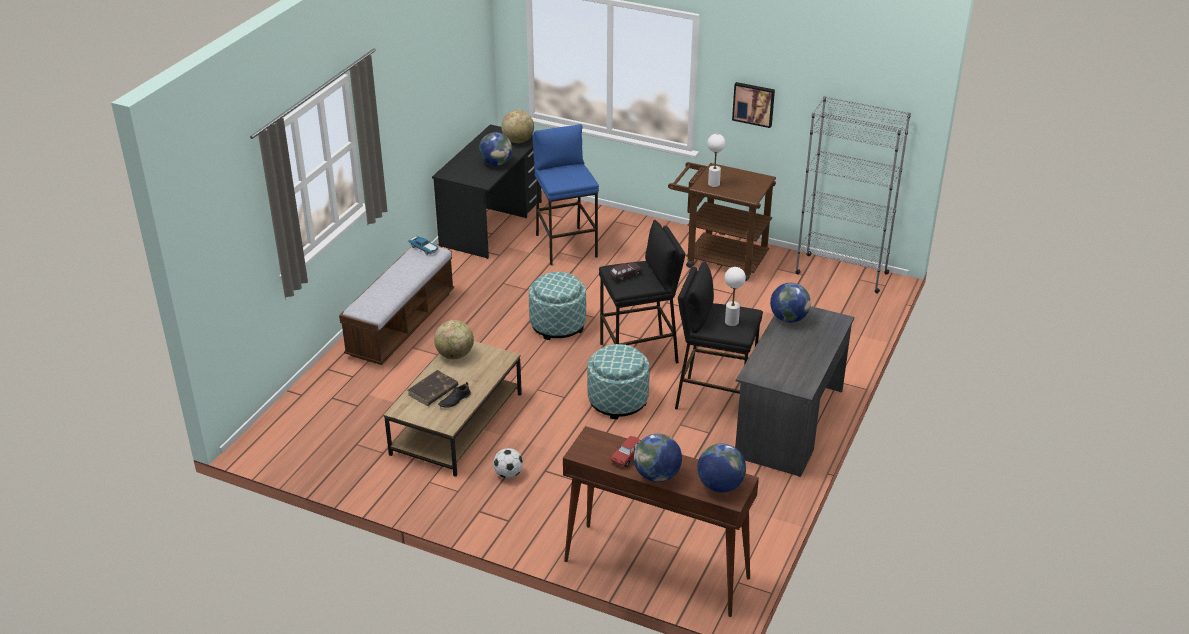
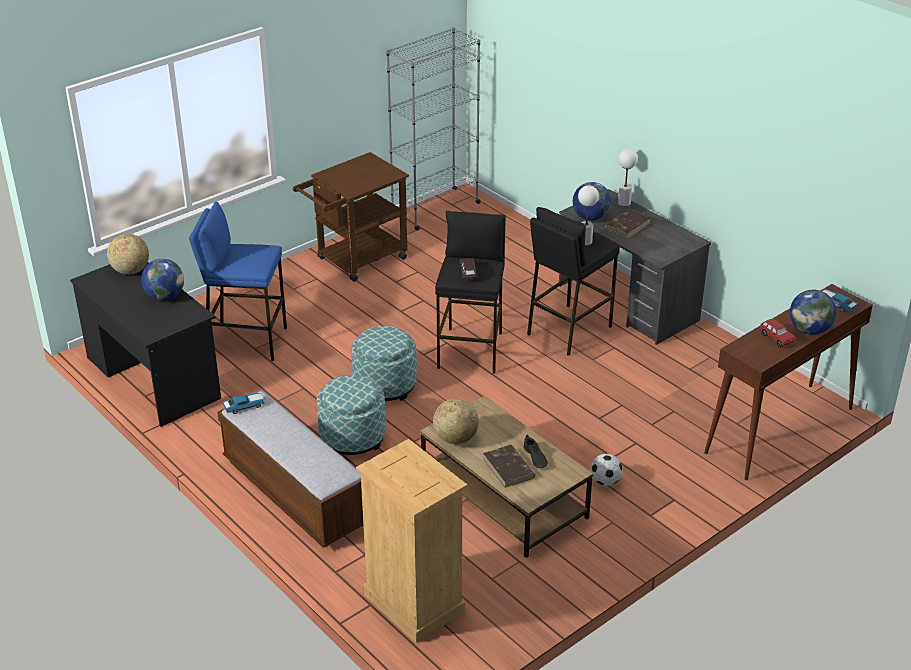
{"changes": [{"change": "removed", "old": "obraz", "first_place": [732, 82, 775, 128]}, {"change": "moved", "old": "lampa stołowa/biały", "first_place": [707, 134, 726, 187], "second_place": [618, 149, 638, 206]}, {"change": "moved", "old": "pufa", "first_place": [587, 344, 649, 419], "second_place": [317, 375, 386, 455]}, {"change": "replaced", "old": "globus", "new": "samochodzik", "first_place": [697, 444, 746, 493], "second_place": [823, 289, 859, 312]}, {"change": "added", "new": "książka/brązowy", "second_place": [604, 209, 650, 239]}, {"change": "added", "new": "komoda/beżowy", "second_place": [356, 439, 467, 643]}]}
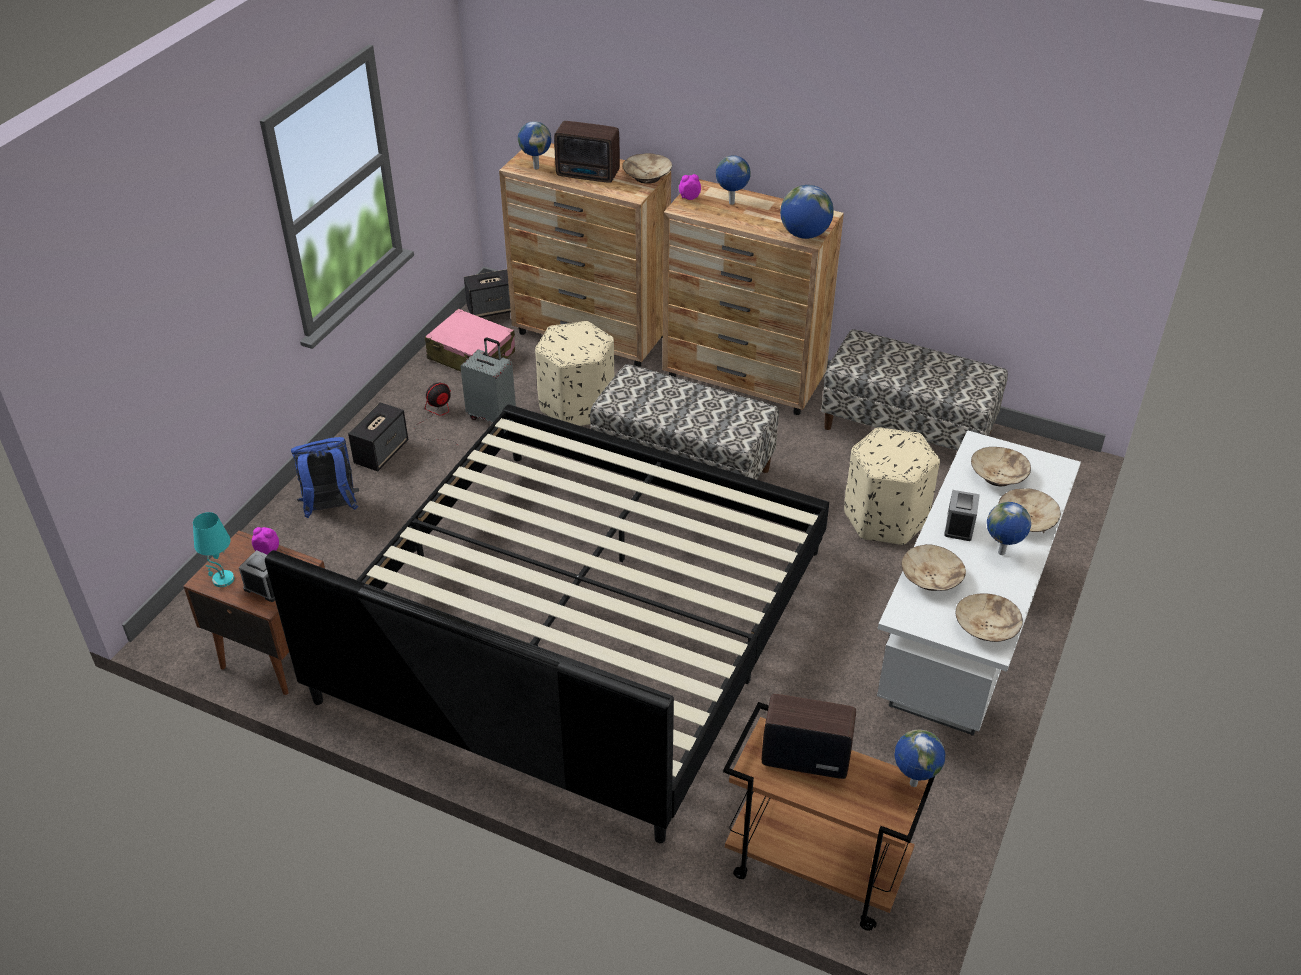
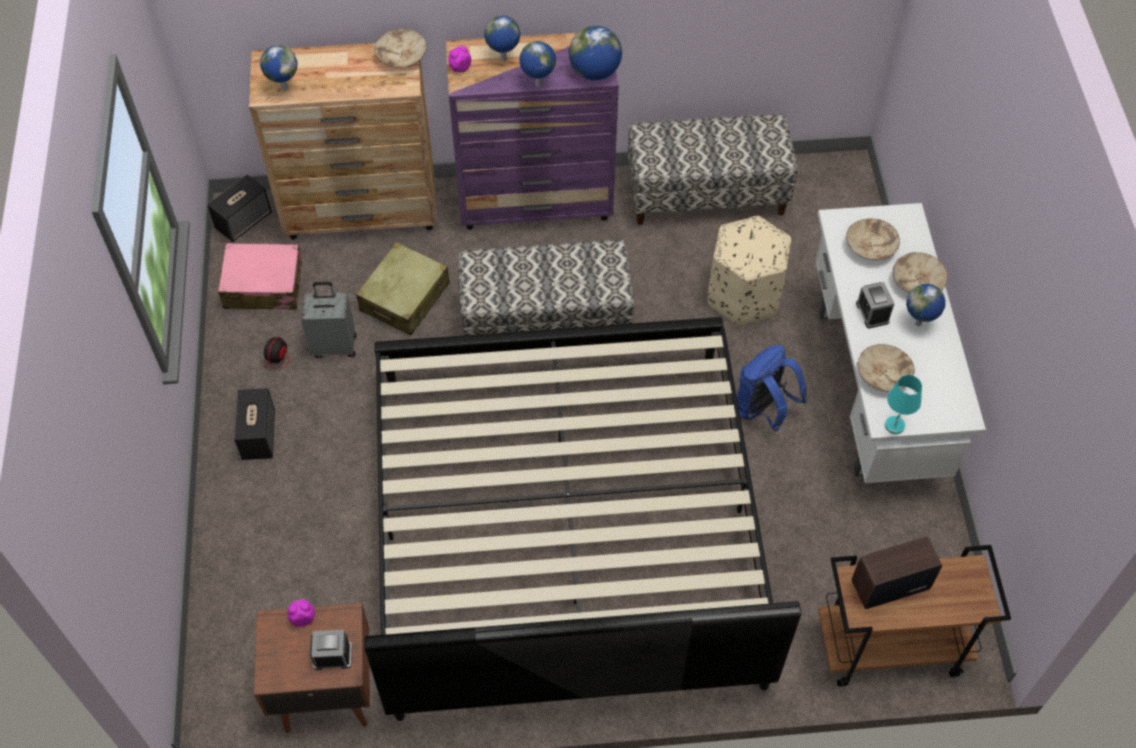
{"changes": [{"change": "removed", "old": "radio", "first_place": [554, 121, 620, 183]}, {"change": "recoloured", "old": "komoda/brązowy", "new": "komoda/fioletowy", "first_place": [662, 179, 844, 415], "second_place": [446, 33, 619, 230]}, {"change": "replaced", "old": "pufa/beżowy", "new": "walizka/beżowy", "first_place": [535, 321, 615, 426], "second_place": [356, 242, 450, 335]}, {"change": "moved", "old": "plecak/niebieski", "first_place": [291, 437, 359, 518], "second_place": [737, 345, 807, 431]}, {"change": "moved", "old": "lampa stołowa/turkusowy", "first_place": [193, 512, 234, 587], "second_place": [885, 375, 922, 434]}, {"change": "removed", "old": "miska/beżowy", "first_place": [955, 594, 1023, 642]}, {"change": "moved", "old": "globus", "first_place": [894, 729, 945, 787], "second_place": [519, 41, 556, 87]}]}
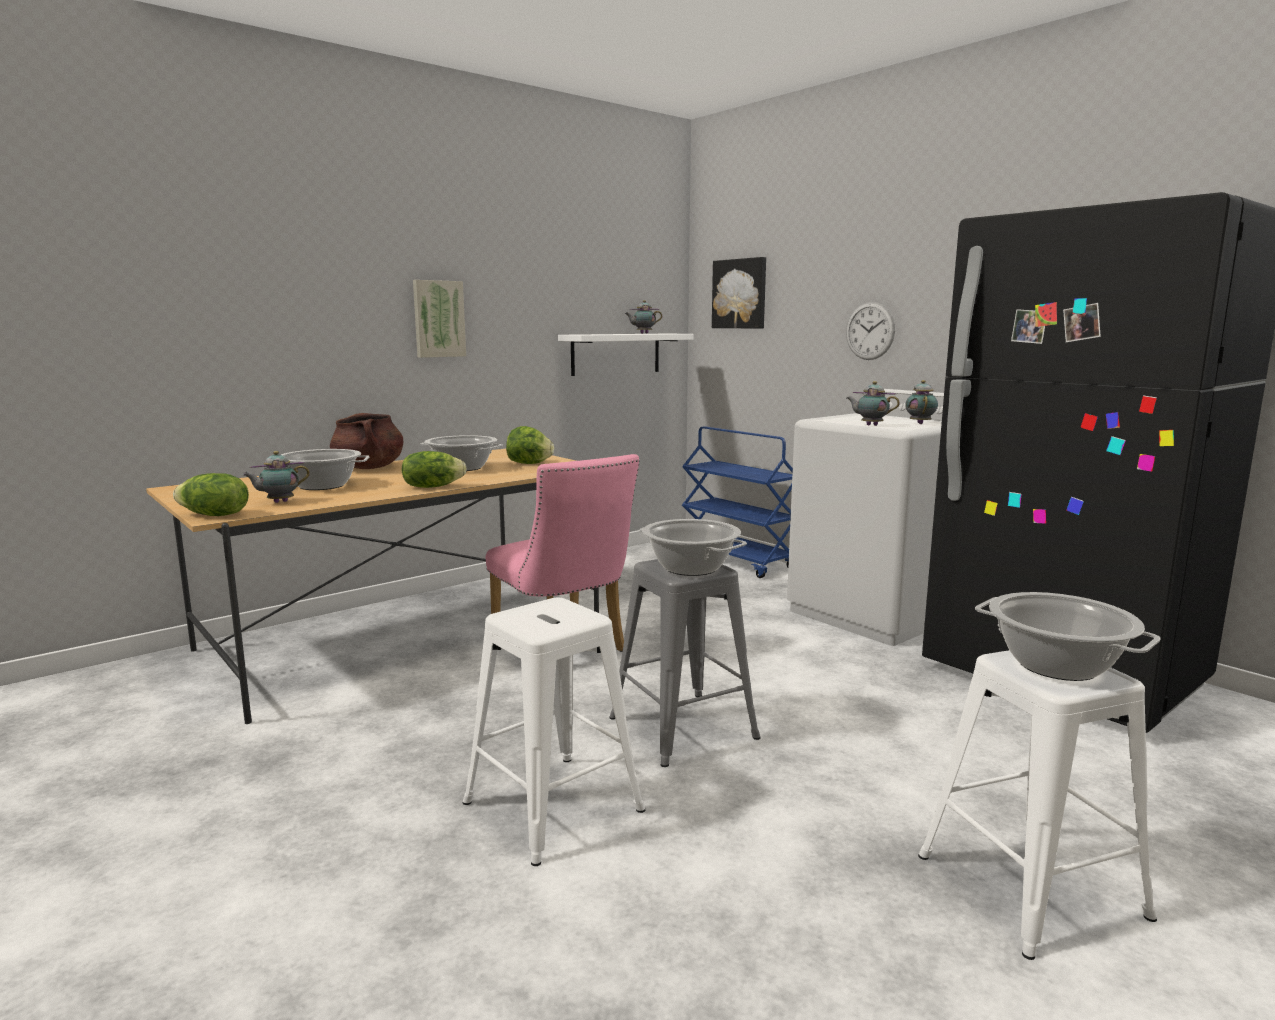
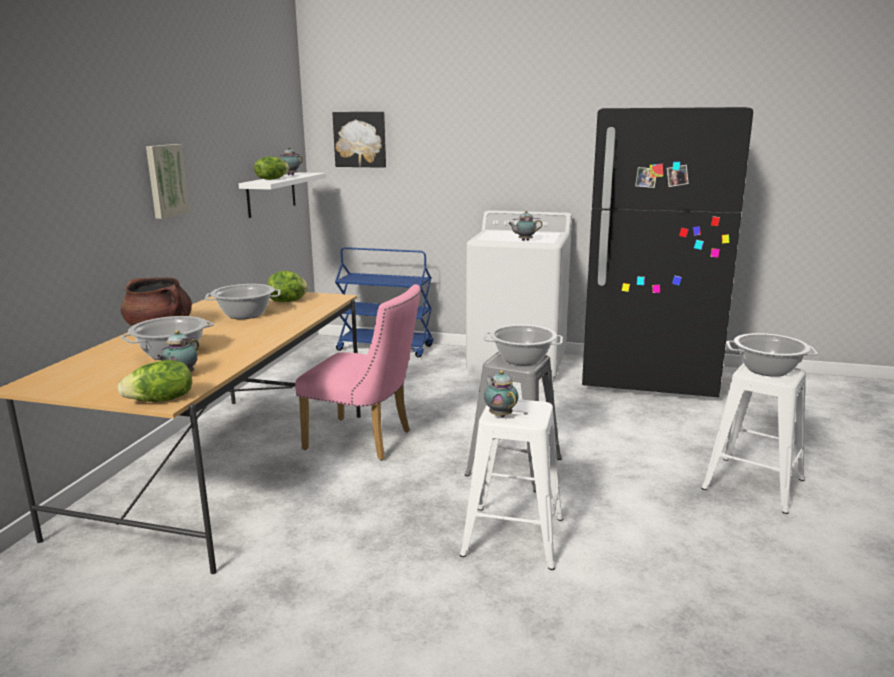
{"changes": [{"change": "removed", "old": "zegar ścienny", "first_place": [846, 302, 895, 360]}, {"change": "moved", "old": "imbryk", "first_place": [905, 380, 938, 424], "second_place": [484, 370, 518, 417]}, {"change": "moved", "old": "sałata", "first_place": [401, 451, 467, 488], "second_place": [254, 156, 289, 180]}]}
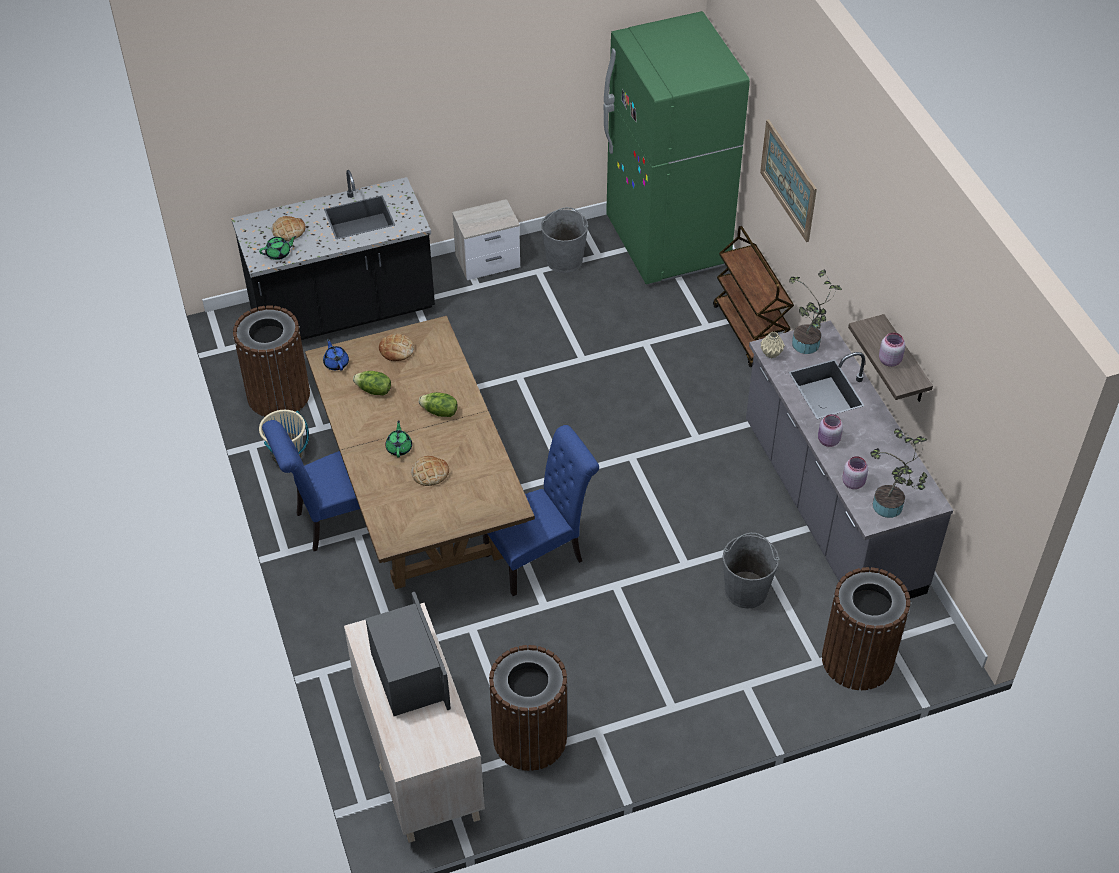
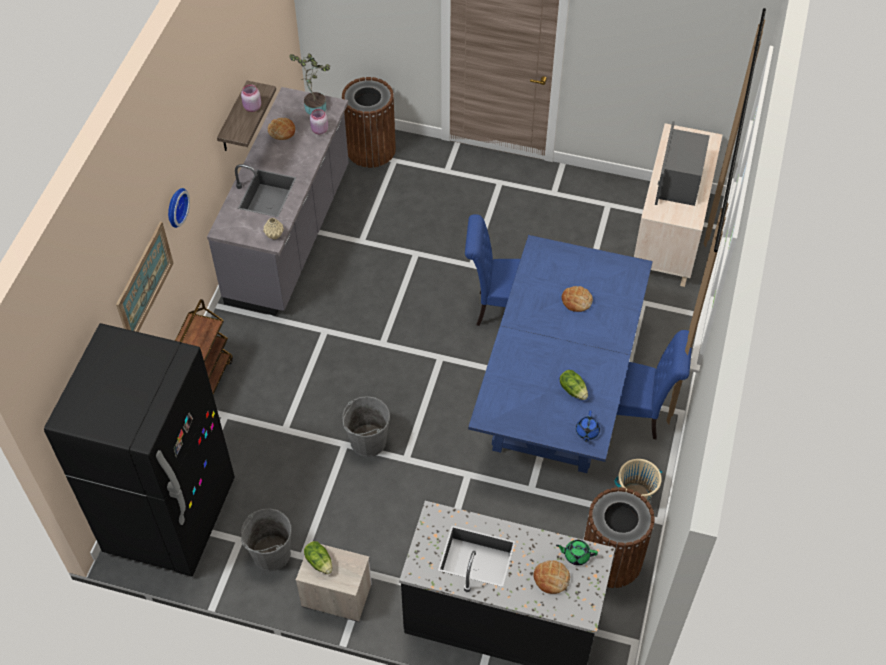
{"changes": [{"change": "recoloured", "old": "lodówka/zielony", "new": "lodówka/czarny", "first_place": [603, 11, 750, 284], "second_place": [44, 323, 235, 576]}, {"change": "removed", "old": "roślina doniczkowa", "first_place": [789, 269, 842, 354]}, {"change": "recoloured", "old": "stół jadalny/brązowy", "new": "stół jadalny/niebieski", "first_place": [305, 316, 535, 589], "second_place": [468, 235, 653, 473]}, {"change": "moved", "old": "chleb", "first_place": [379, 334, 414, 361], "second_place": [268, 118, 295, 140]}, {"change": "moved", "old": "sałata", "first_place": [419, 392, 458, 417], "second_place": [304, 541, 333, 574]}, {"change": "removed", "old": "słoik/różowy", "first_place": [818, 414, 843, 447]}, {"change": "removed", "old": "imbryk/zielony", "first_place": [385, 420, 412, 457]}, {"change": "moved", "old": "wiadro/szary", "first_place": [723, 533, 780, 609], "second_place": [342, 396, 390, 457]}, {"change": "removed", "old": "kosz na śmieci/brązowy", "first_place": [489, 645, 568, 771]}, {"change": "added", "new": "zegar ścienny", "second_place": [168, 188, 190, 228]}]}
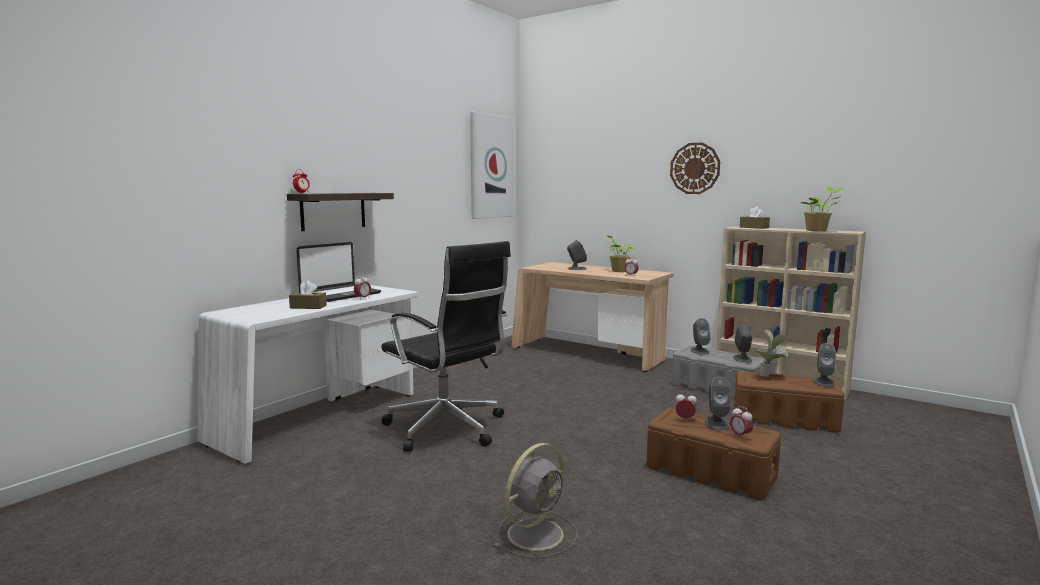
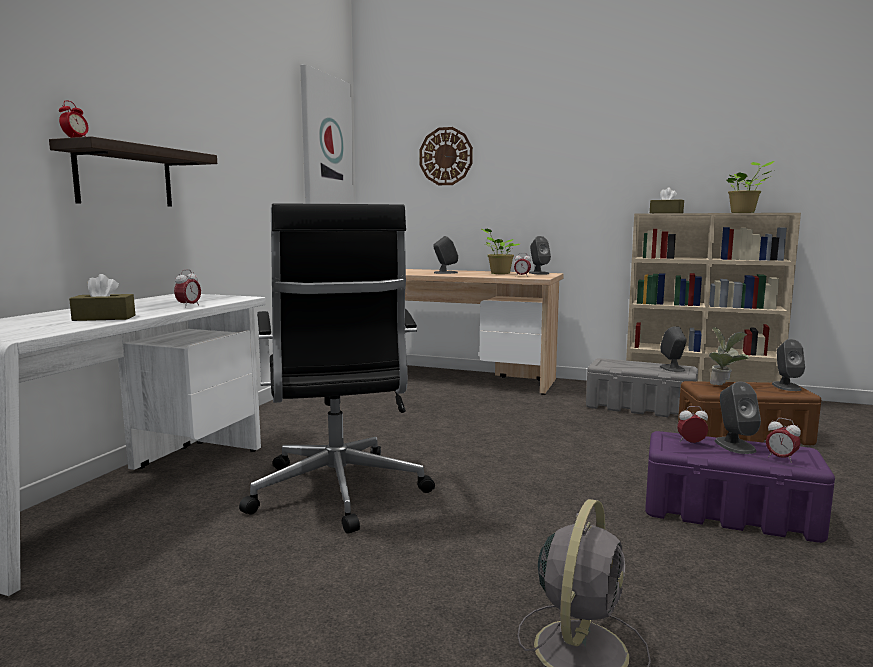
{"changes": [{"change": "moved", "old": "zegar ścienny", "first_place": [670, 142, 720, 194], "second_place": [419, 127, 473, 185]}, {"change": "turned", "old": "krzesło biurowe/czarny", "first_place": [381, 241, 511, 452], "second_place": [239, 203, 435, 534], "degrees": 45}, {"change": "removed", "old": "laptop", "first_place": [296, 242, 381, 302]}, {"change": "moved", "old": "głośnik/szary", "first_place": [691, 318, 711, 355], "second_place": [529, 236, 551, 275]}, {"change": "recoloured", "old": "pojemnik do przechowywania/brązowy", "new": "pojemnik do przechowywania/fioletowy", "first_place": [646, 408, 781, 500], "second_place": [645, 431, 835, 543]}]}
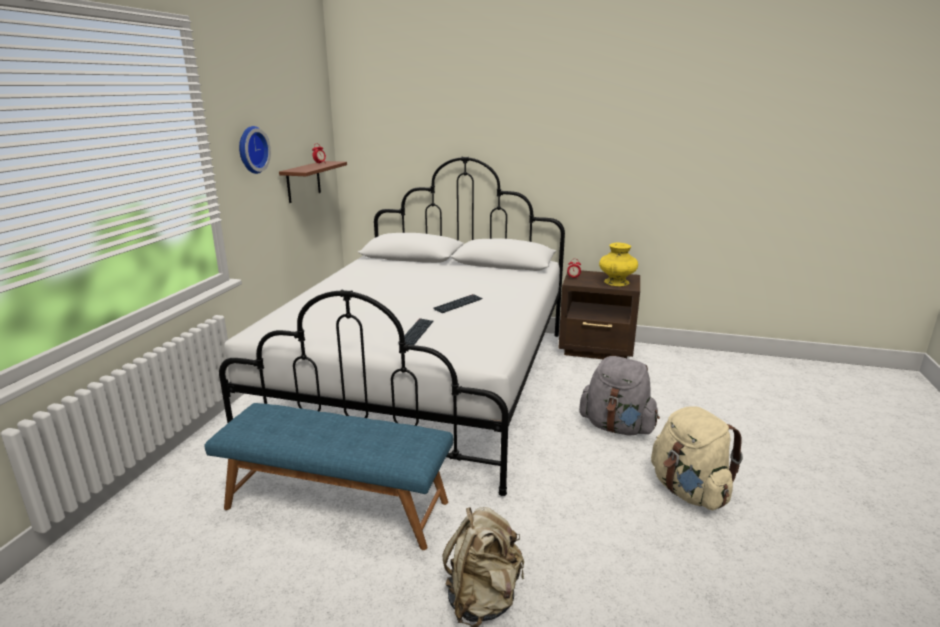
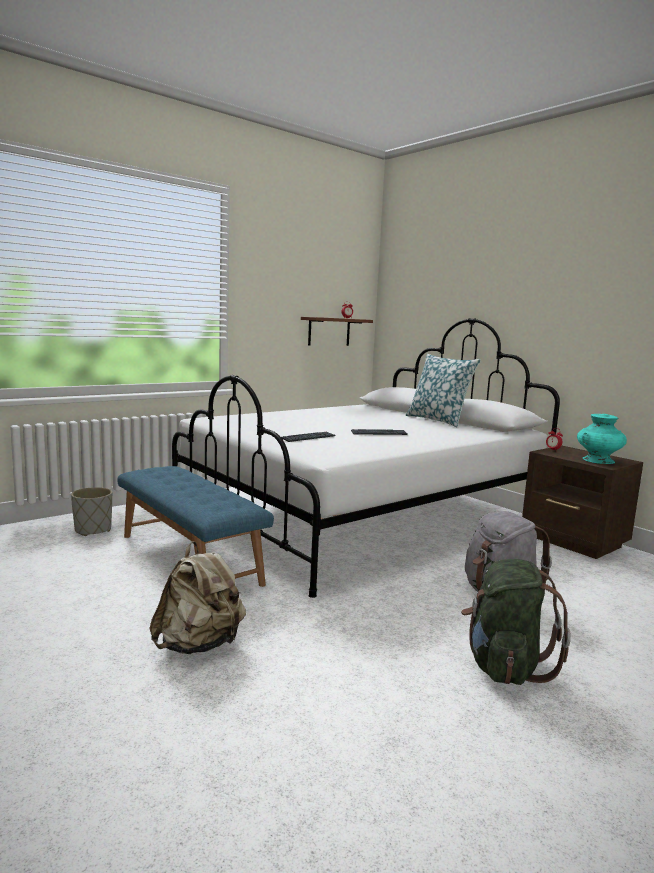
{"changes": [{"change": "removed", "old": "zegar ścienny", "first_place": [239, 126, 271, 174]}, {"change": "recoloured", "old": "wazon/żółty", "new": "wazon/turkusowy", "first_place": [599, 243, 638, 286], "second_place": [577, 414, 627, 464]}, {"change": "recoloured", "old": "plecak/beżowy", "new": "plecak/zielony", "first_place": [651, 406, 743, 510], "second_place": [461, 559, 571, 685]}, {"change": "added", "new": "poduszka", "second_place": [405, 354, 481, 427]}, {"change": "added", "new": "donica/szary", "second_place": [71, 487, 112, 536]}]}
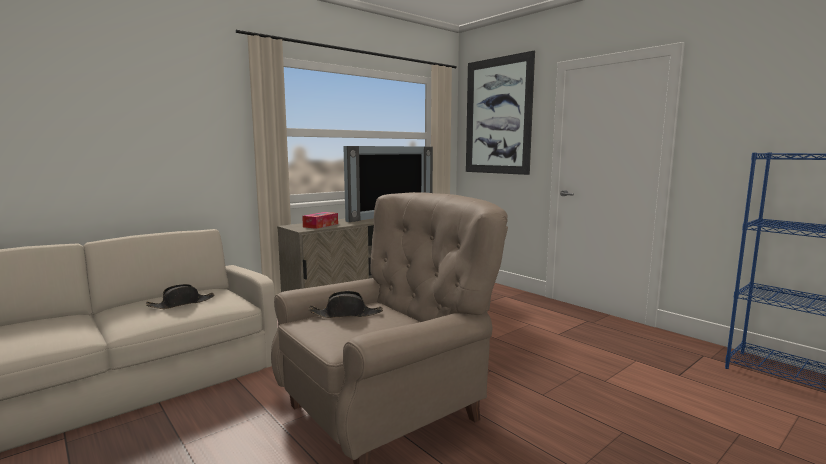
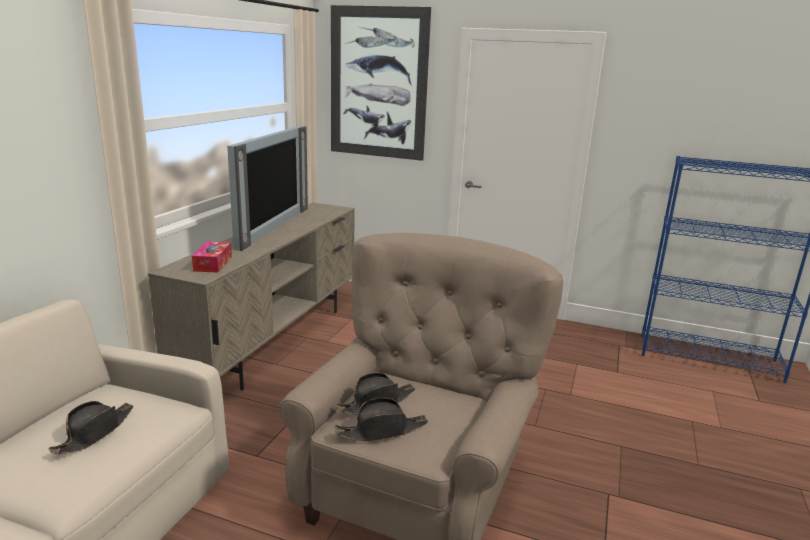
{"changes": [{"change": "added", "new": "kapelusz/czarny", "second_place": [334, 398, 428, 442]}]}
